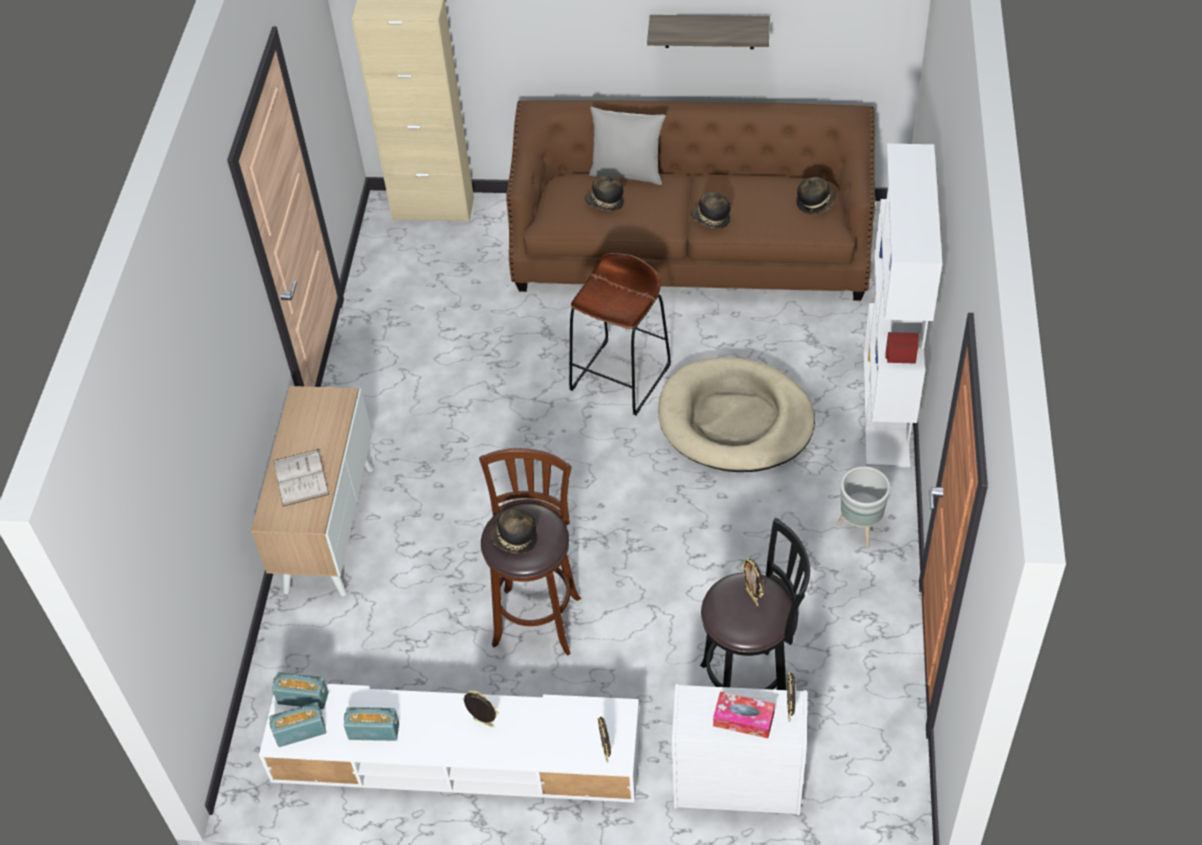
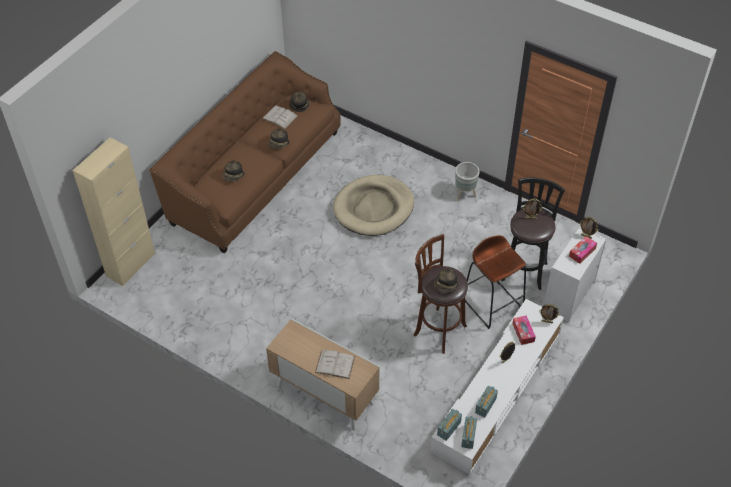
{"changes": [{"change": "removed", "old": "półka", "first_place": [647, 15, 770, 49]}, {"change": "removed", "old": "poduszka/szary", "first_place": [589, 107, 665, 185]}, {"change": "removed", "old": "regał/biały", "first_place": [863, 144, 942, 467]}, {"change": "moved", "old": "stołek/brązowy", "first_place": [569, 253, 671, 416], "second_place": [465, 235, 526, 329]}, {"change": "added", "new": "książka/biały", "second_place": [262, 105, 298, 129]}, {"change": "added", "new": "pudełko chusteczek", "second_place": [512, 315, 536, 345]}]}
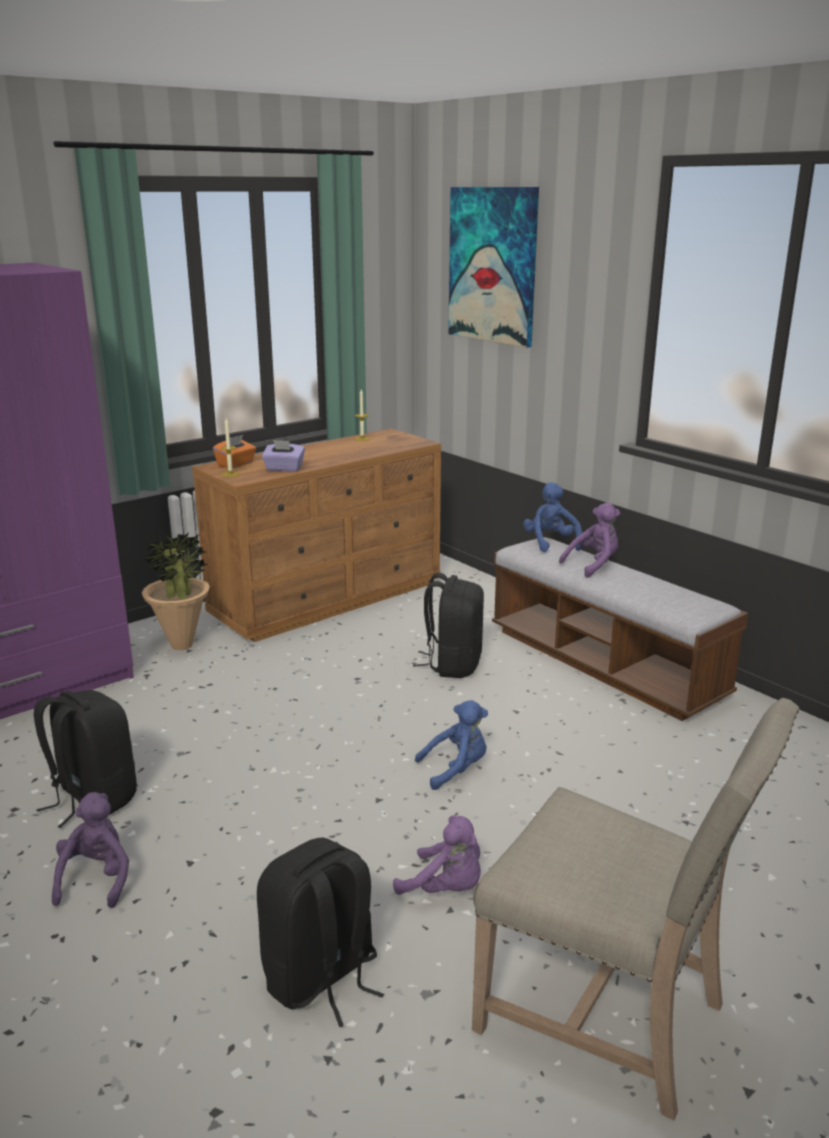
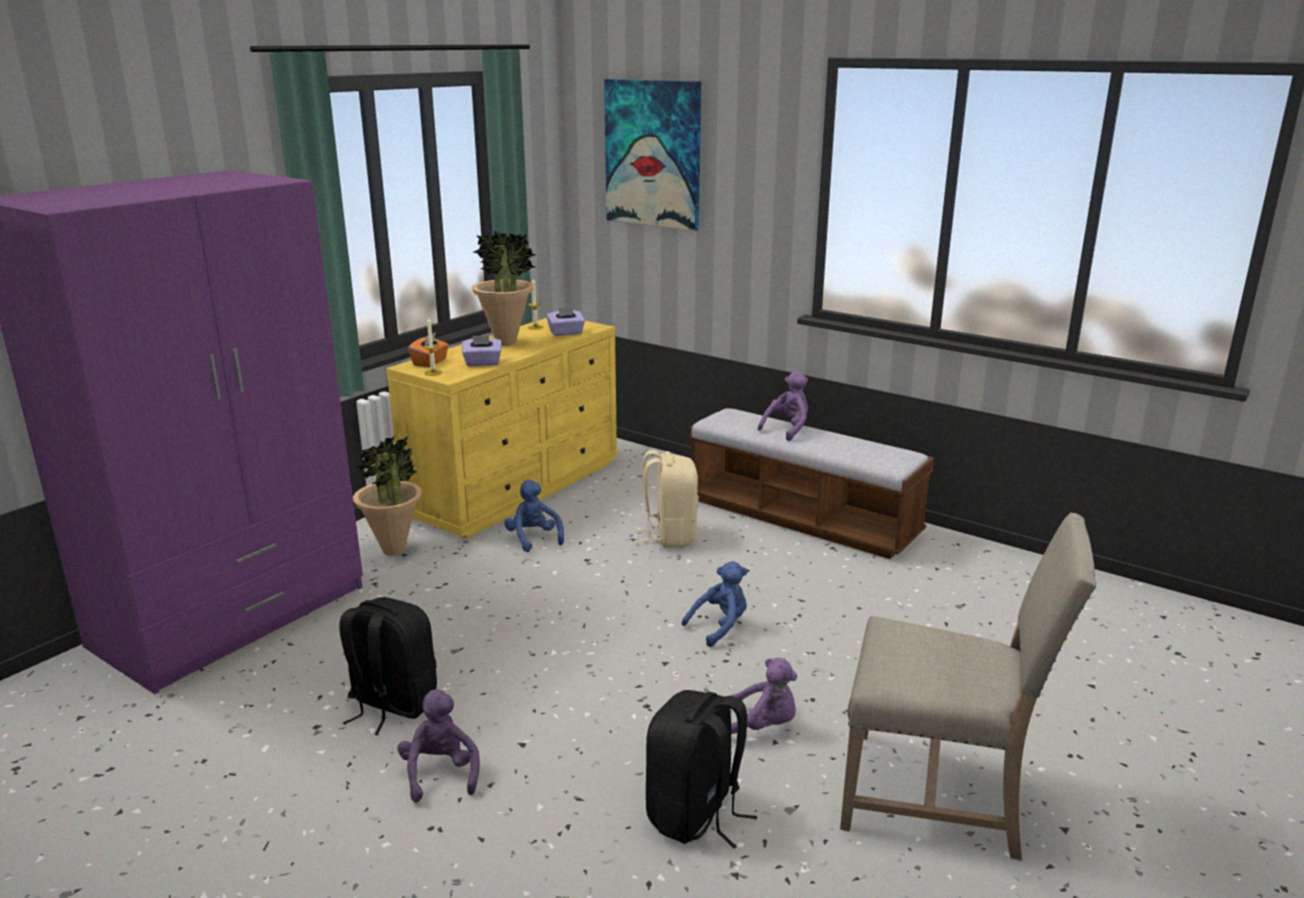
{"changes": [{"change": "recoloured", "old": "komoda/brązowy", "new": "komoda/żółty", "first_place": [192, 428, 441, 642], "second_place": [386, 318, 617, 538]}, {"change": "moved", "old": "pluszak/niebieski", "first_place": [523, 482, 582, 552], "second_place": [504, 480, 564, 552]}, {"change": "recoloured", "old": "plecak/czarny", "new": "plecak/beżowy", "first_place": [413, 573, 484, 678], "second_place": [633, 450, 698, 548]}, {"change": "added", "new": "roślina doniczkowa", "second_place": [471, 231, 535, 346]}, {"change": "added", "new": "pudełko chusteczek/fioletowy", "second_place": [546, 307, 585, 336]}]}
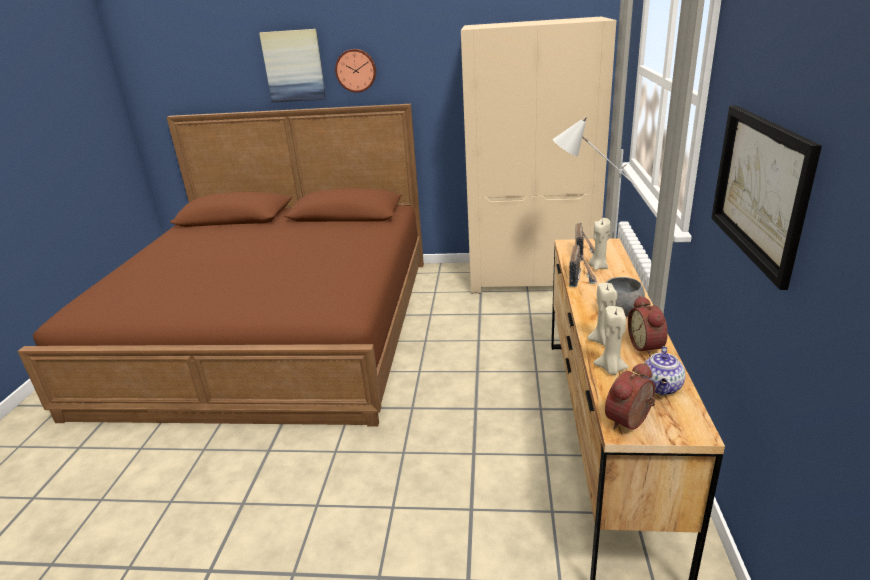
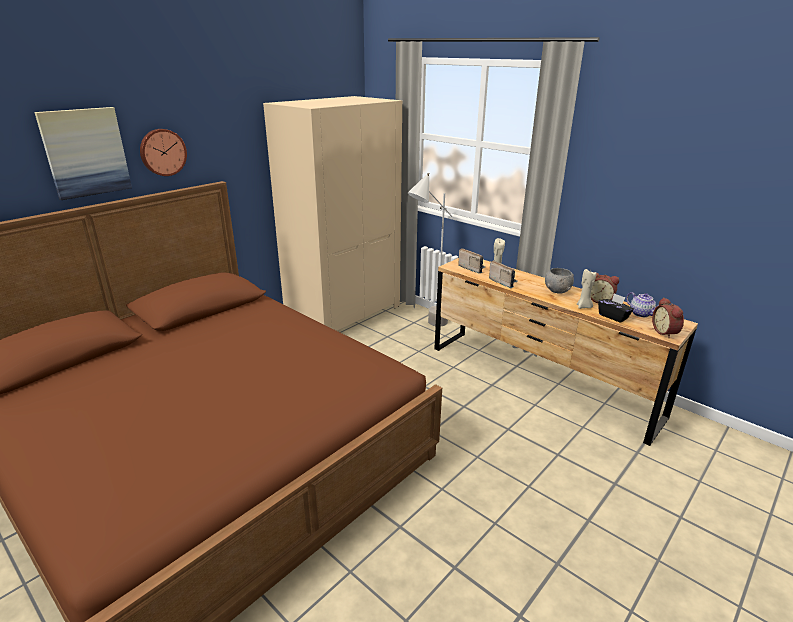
{"changes": [{"change": "removed", "old": "obraz", "first_place": [711, 105, 822, 290]}, {"change": "replaced", "old": "świeca/beżowy", "new": "pudełko chusteczek/czarny", "first_place": [594, 306, 629, 375], "second_place": [598, 293, 634, 323]}]}
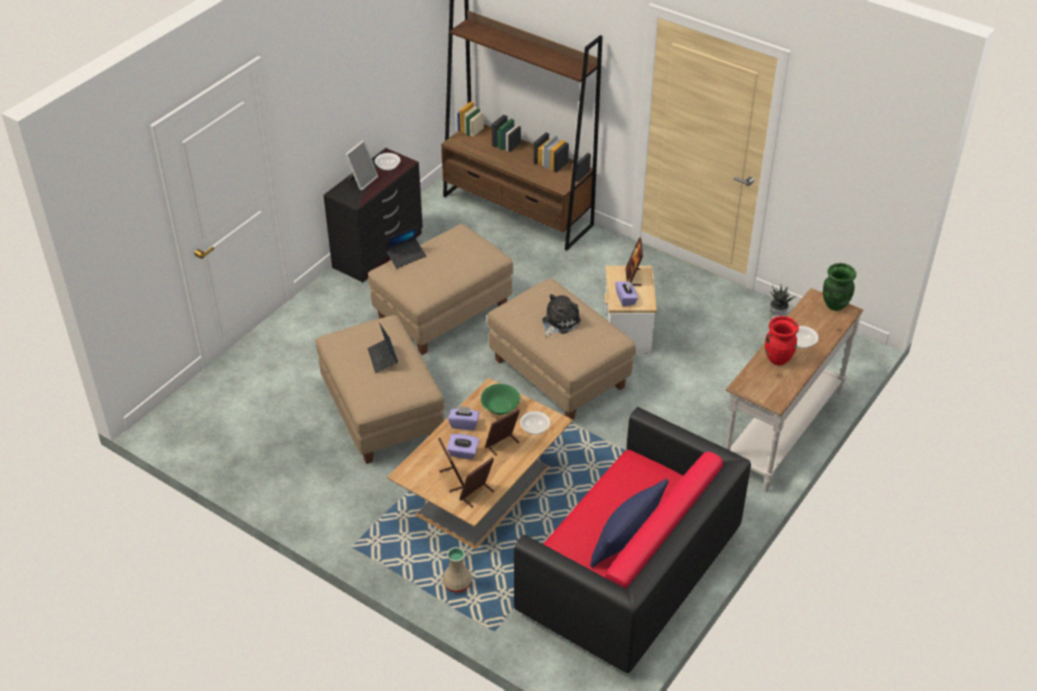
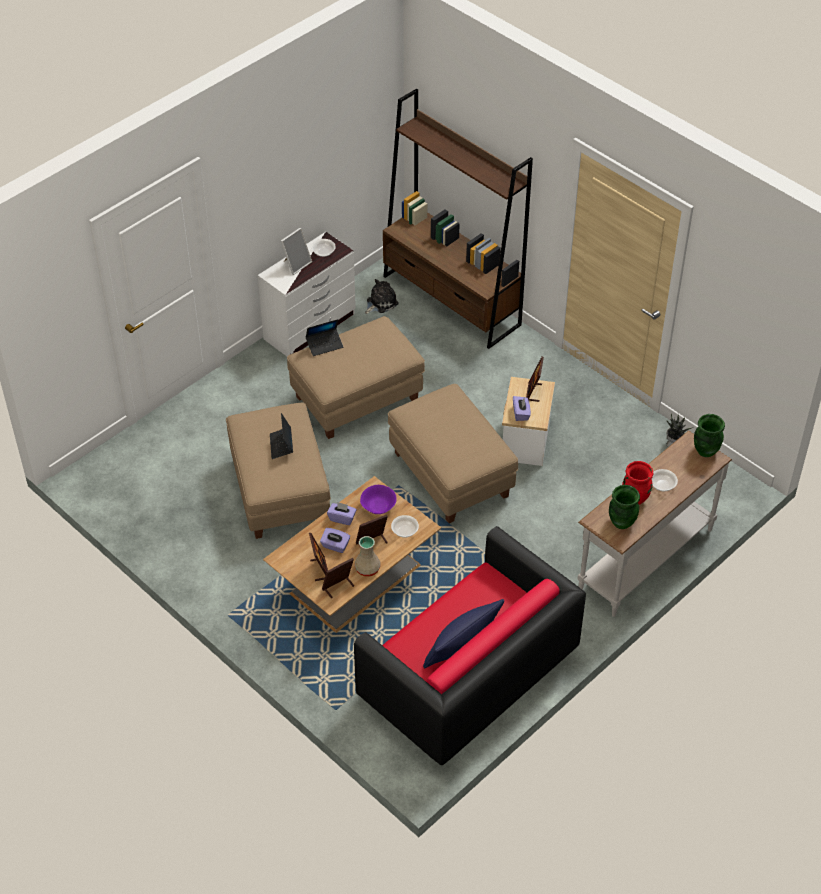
{"changes": [{"change": "recoloured", "old": "komoda/czarny", "new": "komoda/biały", "first_place": [323, 148, 423, 282], "second_place": [258, 232, 356, 357]}, {"change": "moved", "old": "pluszak", "first_place": [542, 294, 581, 337], "second_place": [365, 279, 399, 314]}, {"change": "recoloured", "old": "miska/zielony", "new": "miska/fioletowy", "first_place": [481, 384, 520, 415], "second_place": [360, 485, 397, 514]}, {"change": "moved", "old": "wazon/beżowy", "first_place": [442, 547, 472, 593], "second_place": [354, 536, 380, 576]}, {"change": "added", "new": "wazon/zielony", "second_place": [609, 485, 640, 529]}]}
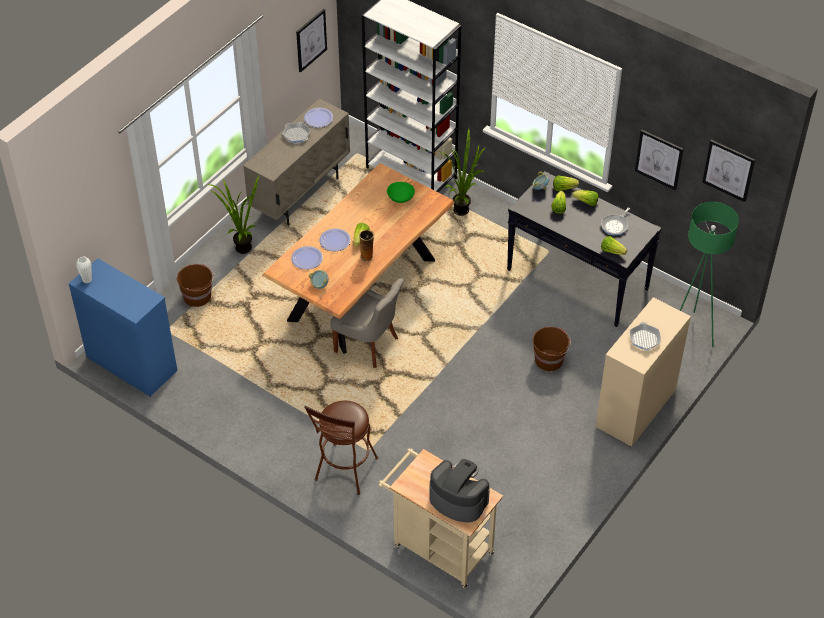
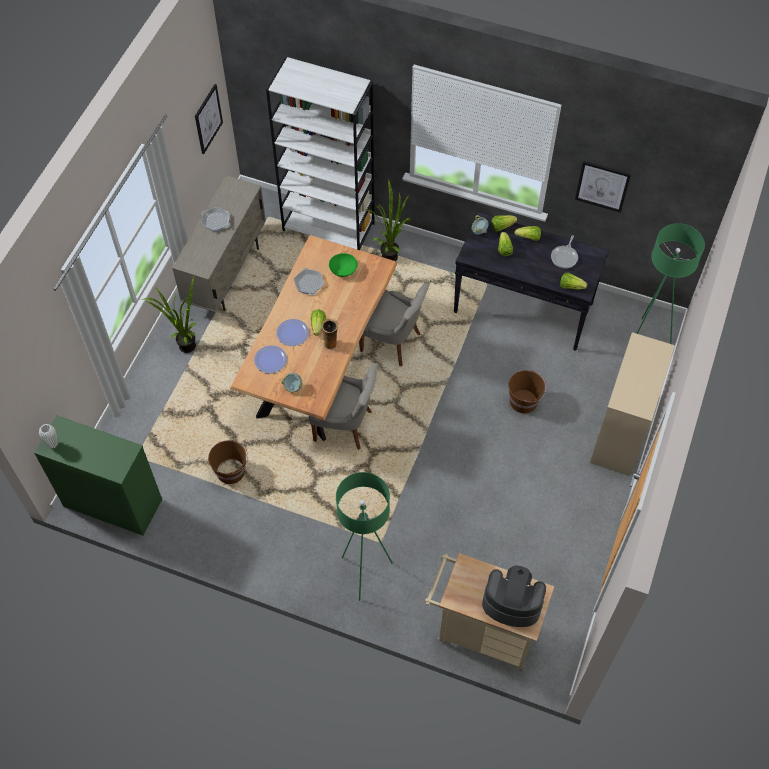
{"changes": [{"change": "removed", "old": "talerz", "first_place": [304, 108, 333, 128]}, {"change": "removed", "old": "obraz", "first_place": [702, 140, 755, 202]}, {"change": "recoloured", "old": "komoda/niebieski", "new": "komoda/zielony", "first_place": [68, 258, 178, 397], "second_place": [34, 415, 162, 535]}, {"change": "moved", "old": "wiadro/brązowy", "first_place": [177, 264, 214, 307], "second_place": [208, 440, 248, 484]}, {"change": "moved", "old": "patelnia", "first_place": [630, 322, 661, 351], "second_place": [294, 268, 324, 295]}, {"change": "replaced", "old": "stołek/brązowy", "new": "lampa stojąca/zielony", "first_place": [304, 401, 378, 495], "second_place": [336, 472, 393, 601]}, {"change": "added", "new": "krzesło/szary", "second_place": [359, 283, 429, 366]}]}
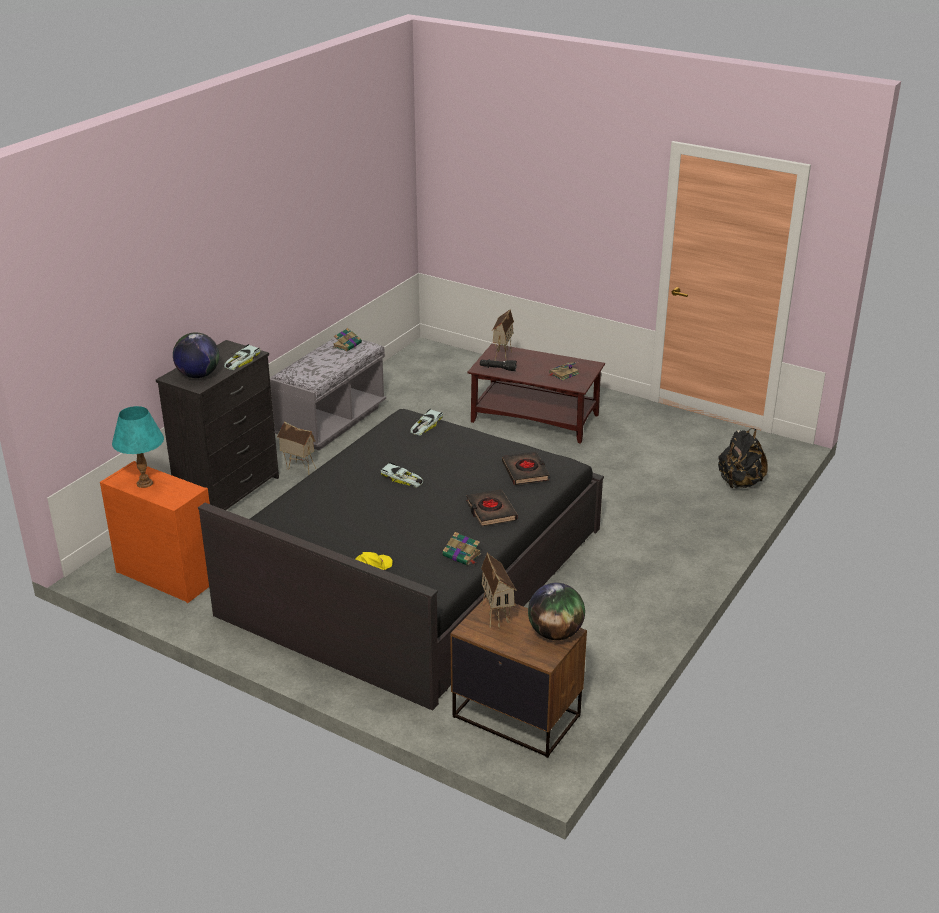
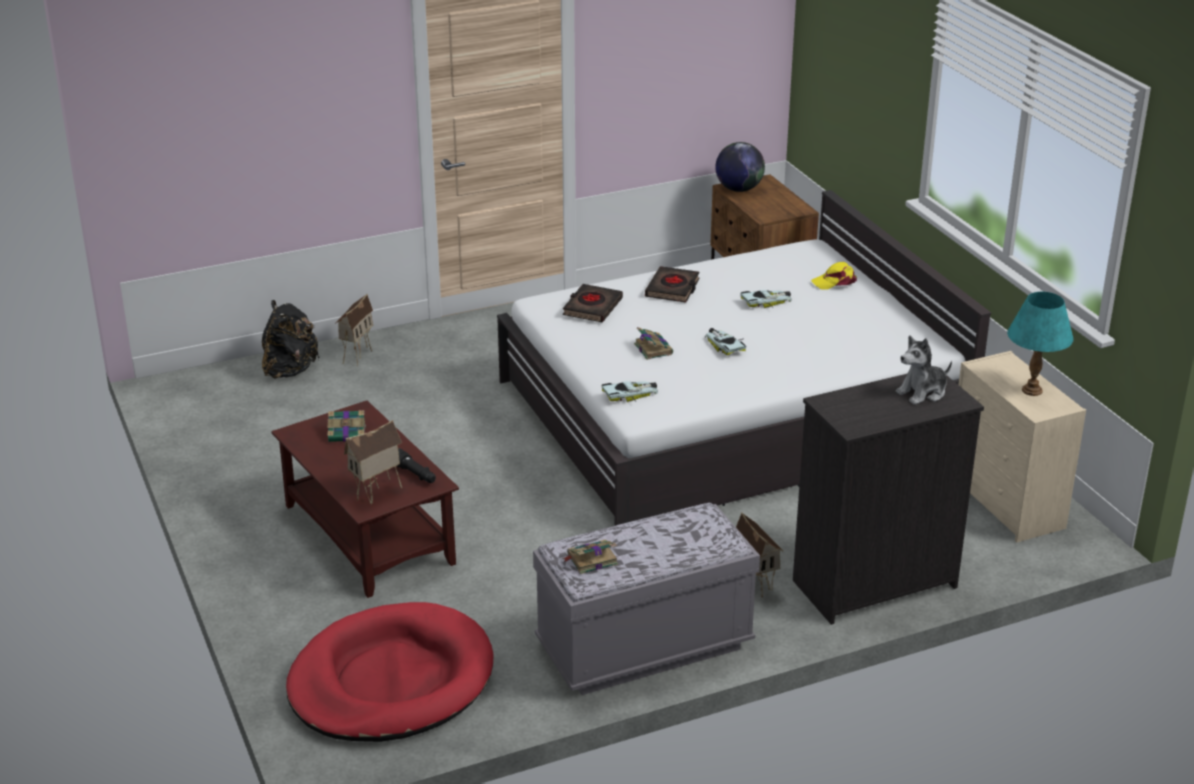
{"changes": [{"change": "replaced", "old": "globus", "new": "pluszak", "first_place": [173, 332, 219, 378], "second_place": [896, 336, 952, 405]}, {"change": "moved", "old": "samochodzik", "first_place": [224, 344, 261, 370], "second_place": [740, 290, 791, 308]}, {"change": "recoloured", "old": "łóżko/czarny", "new": "łóżko/biały", "first_place": [198, 409, 604, 711], "second_place": [497, 190, 991, 526]}, {"change": "recoloured", "old": "komoda/pomarańczowy", "new": "komoda/beżowy", "first_place": [100, 461, 210, 603], "second_place": [958, 351, 1086, 543]}, {"change": "moved", "old": "książka", "first_place": [442, 532, 481, 566], "second_place": [634, 327, 673, 360]}, {"change": "moved", "old": "domek", "first_place": [480, 553, 516, 629], "second_place": [335, 294, 373, 366]}, {"change": "added", "new": "legowisko/czerwony", "second_place": [286, 602, 493, 742]}]}
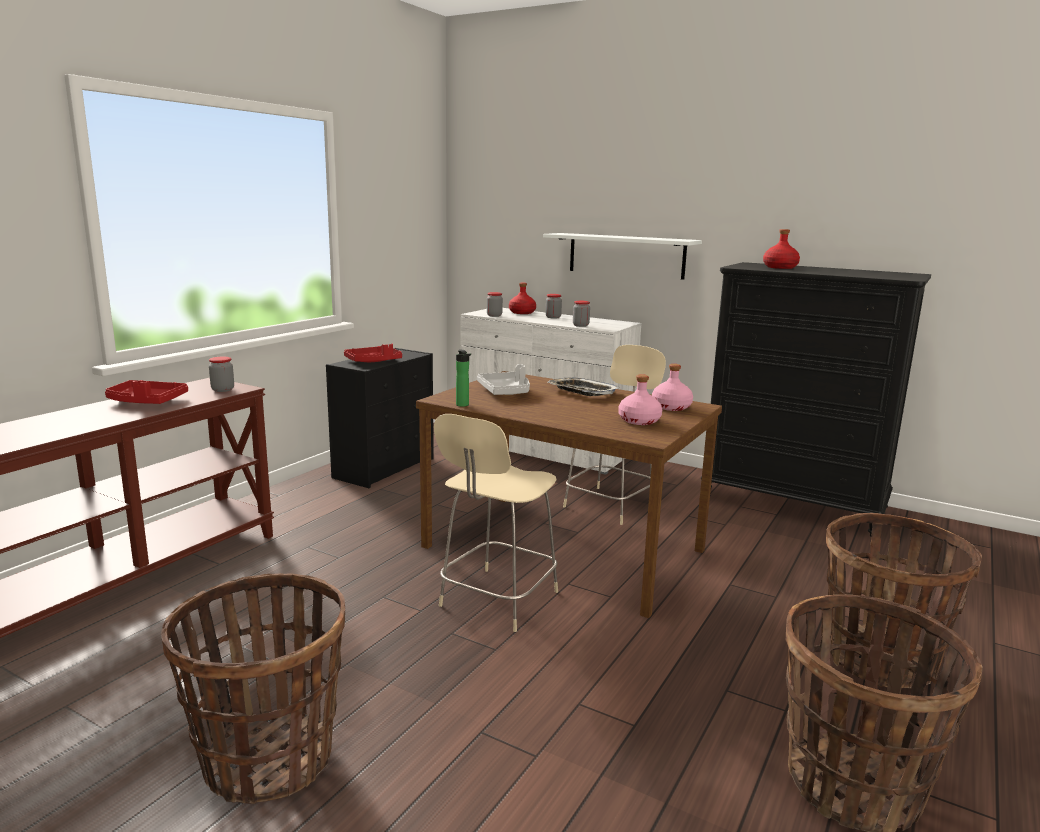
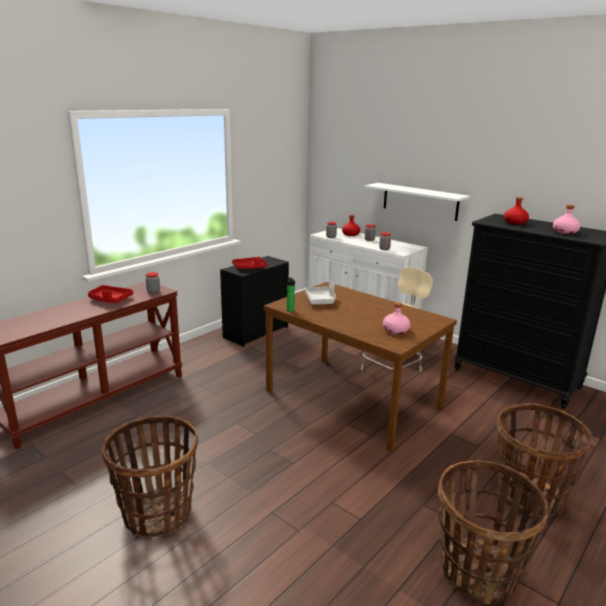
{"changes": [{"change": "moved", "old": "butelka/różowy", "first_place": [652, 364, 693, 411], "second_place": [553, 205, 580, 234]}, {"change": "removed", "old": "taca", "first_place": [548, 378, 620, 396]}, {"change": "removed", "old": "krzesło/beżowy", "first_place": [434, 414, 558, 632]}]}
